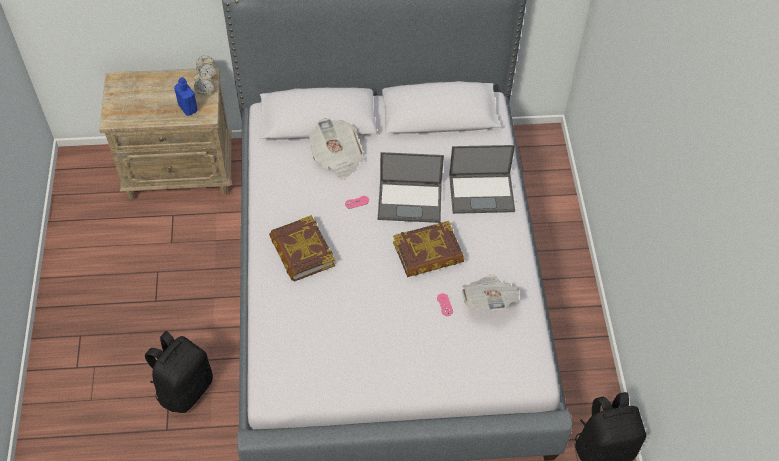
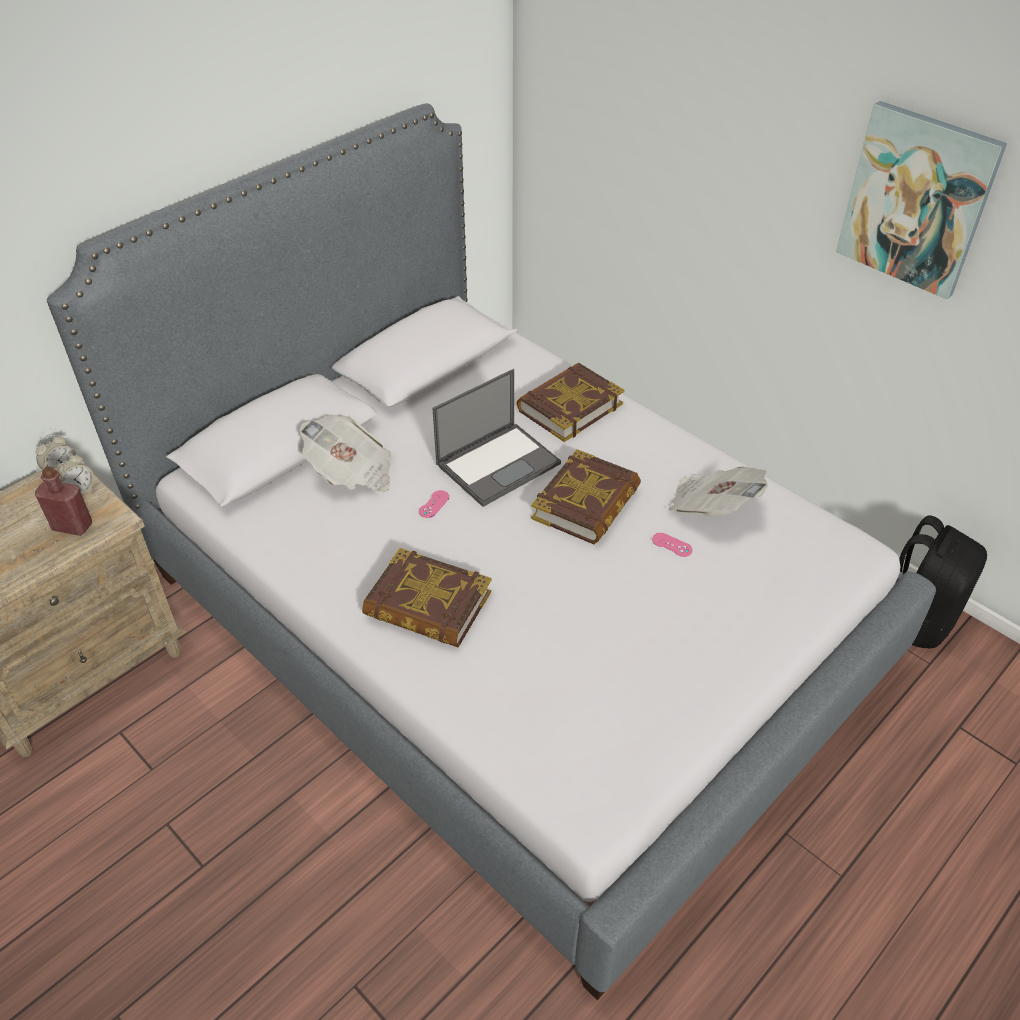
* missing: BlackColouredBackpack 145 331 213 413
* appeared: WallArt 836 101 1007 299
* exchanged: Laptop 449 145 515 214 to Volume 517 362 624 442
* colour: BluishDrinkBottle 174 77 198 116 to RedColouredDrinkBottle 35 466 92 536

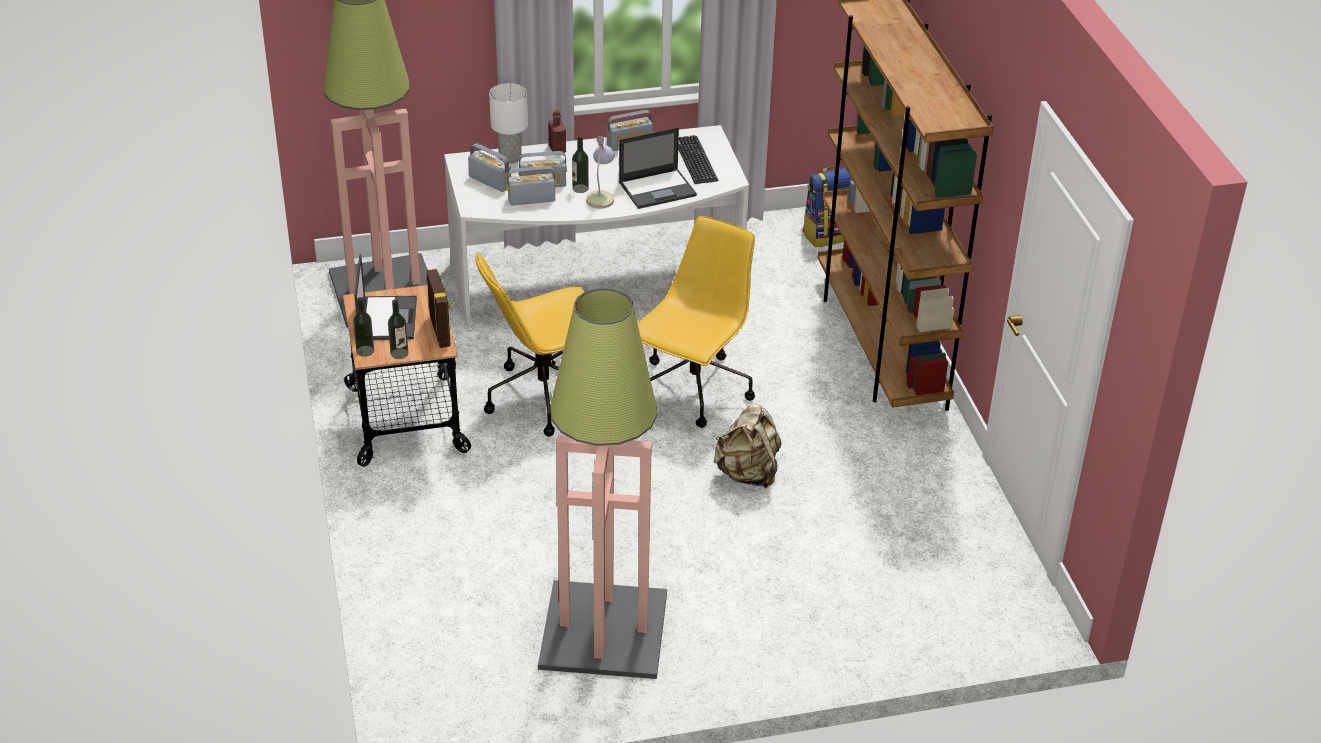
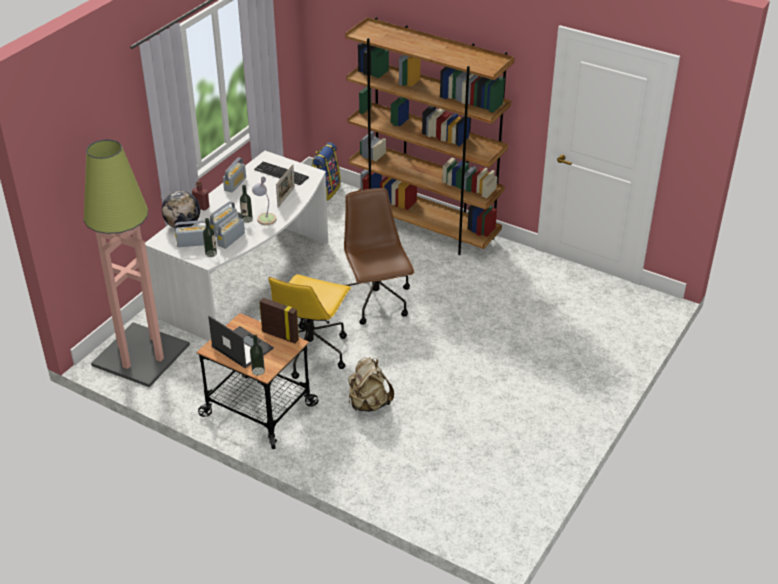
* missing: FloorLamp 538 288 667 679
* relocated: DrinkBottle 388 300 409 359 to 203 218 217 257
* relocated: BeigeBackpack 714 403 781 488 to 348 357 394 412
* exchanged: WhiteTabletopLamp 489 83 528 163 to Globe 162 191 200 228
* exchanged: Laptop 619 127 697 209 to PictureFrame 276 164 295 208
* colour: YellowishComputerChair 638 216 755 428 to BrownComputerChair 344 188 414 325

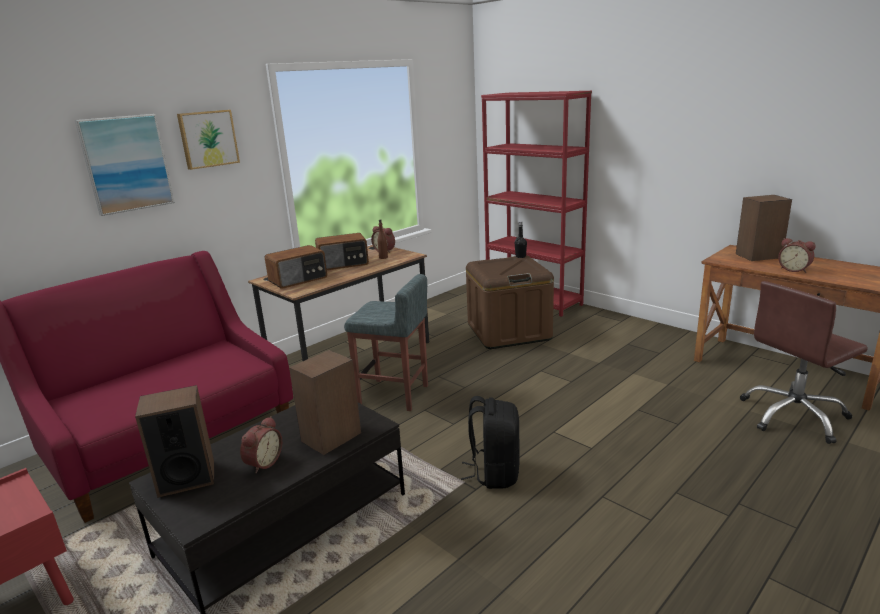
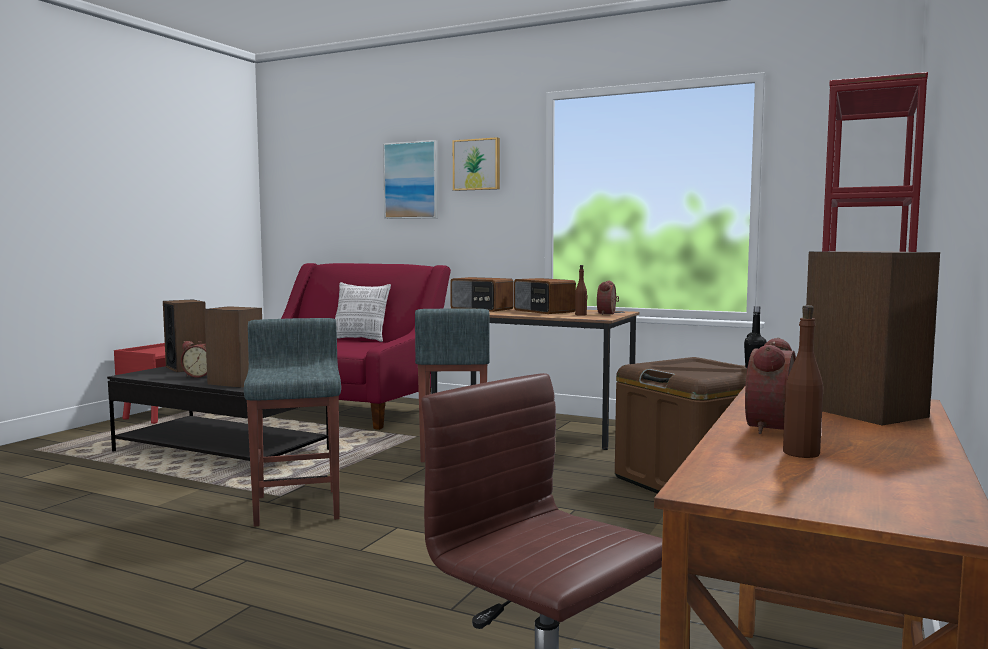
* appeared: ThrowPillow 335 282 391 342
* appeared: BrownDrinkBottle 783 305 823 458
* exchanged: BlackColouredBackpack 461 396 519 489 to GreySittingStool 244 318 341 527

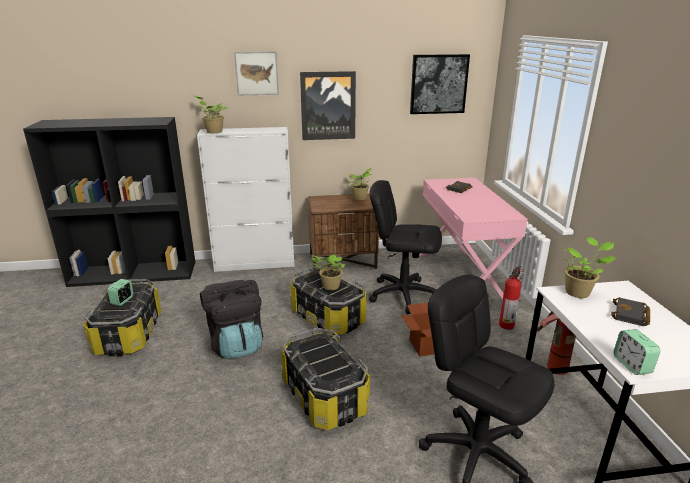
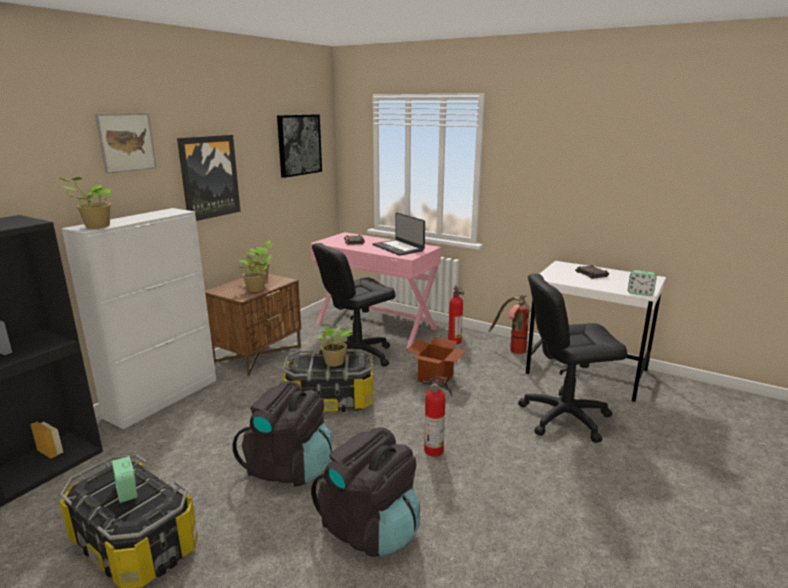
* appeared: BlackColouredBackpack 311 427 420 557
* appeared: Laptop 373 212 425 256
* relocated: Houseplant 563 237 616 298 to 236 248 271 292
* exchanged: StorageBox 281 328 370 430 to Extinguisher 423 376 452 457

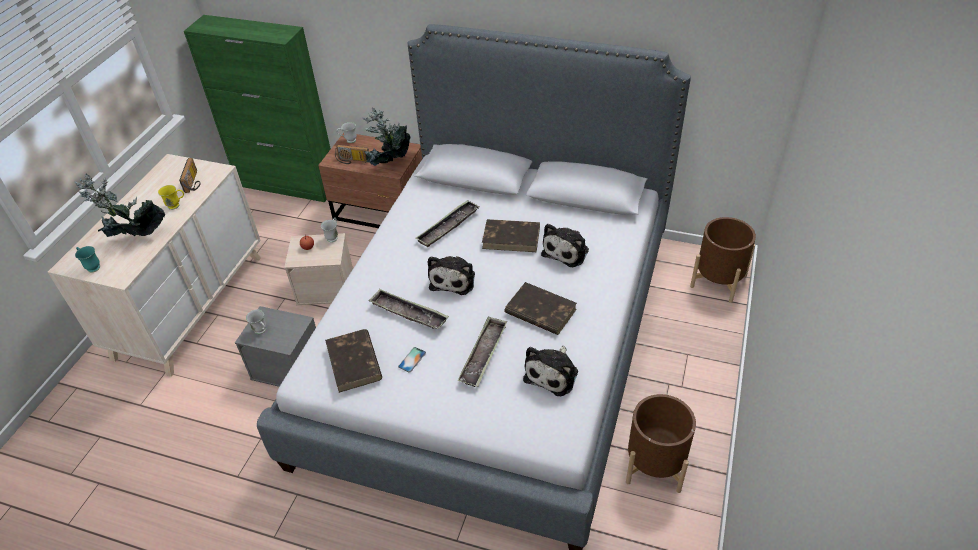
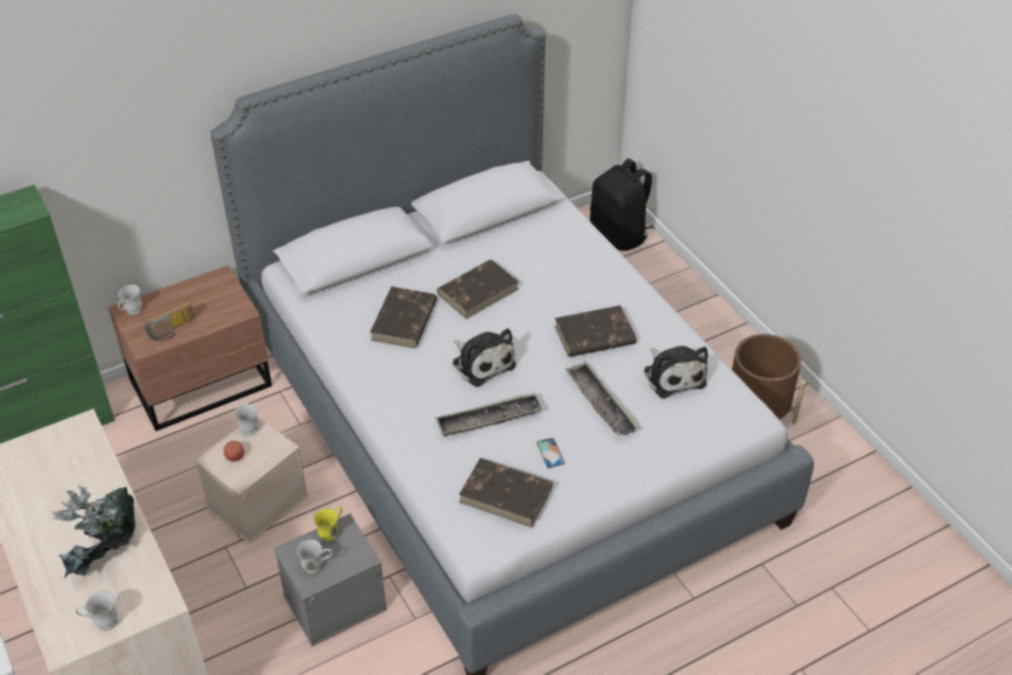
* missing: RadioSet 179 158 201 193
* missing: Houseplant 362 107 411 166
* missing: PlushToy 541 224 589 267
* relocated: YellowishMug 158 185 184 210 to 313 506 342 542
* exchanged: ServingTray 416 200 480 247 to BrownVolume 370 286 437 348
* exchanged: BrownFlowerPot 690 217 756 303 to BlackColouredBackpack 590 158 653 251
* colour: TurquoiseMug 75 246 100 273 to WhiteMug 75 591 118 630

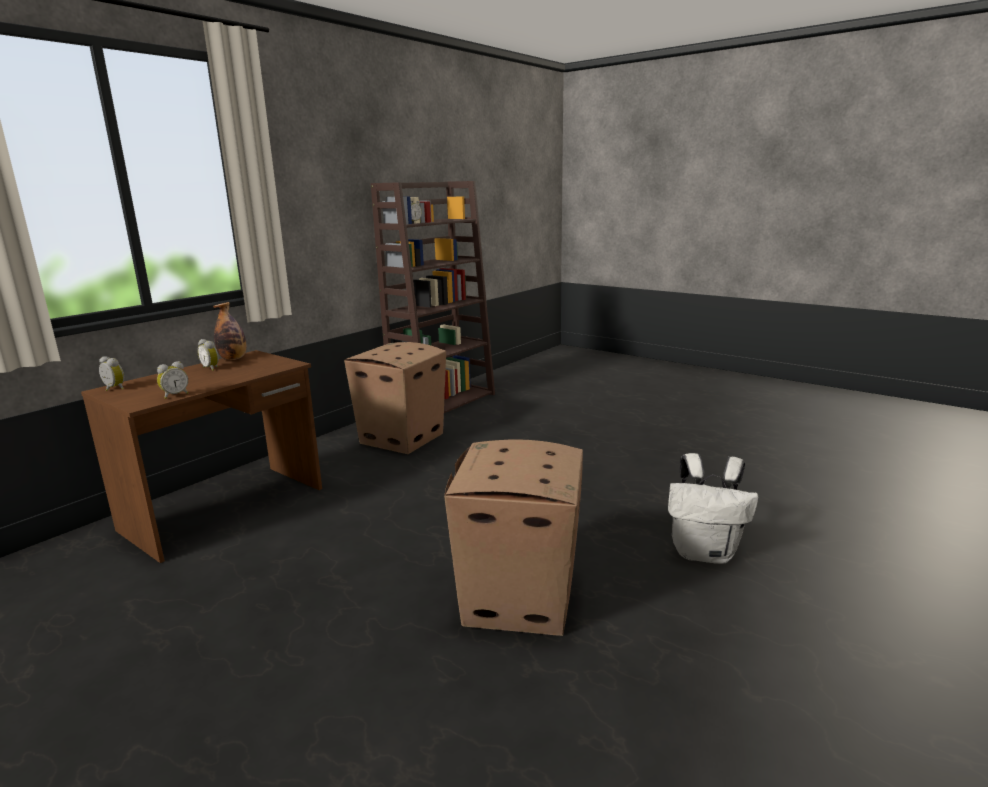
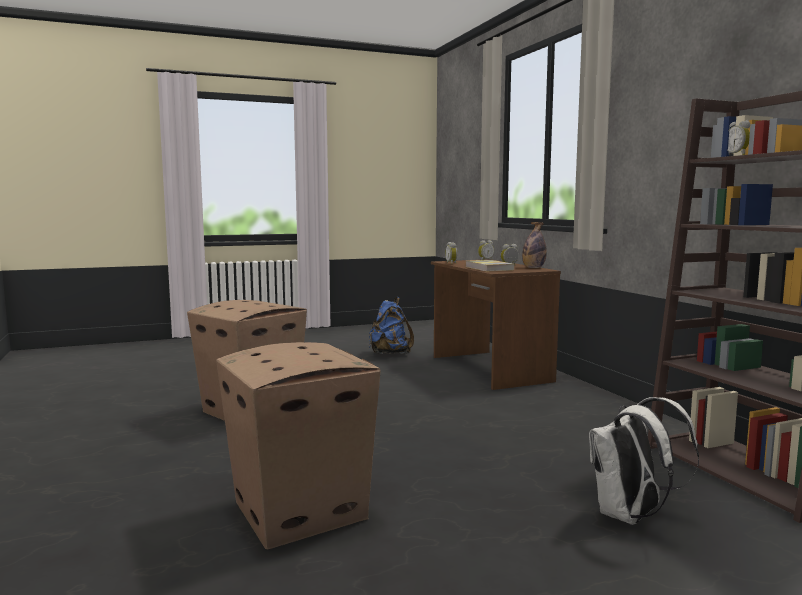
* appeared: BluishBackpack 369 297 414 354
* appeared: Volume 466 260 514 271
* relocated: PackingBox 344 342 446 454 to 216 342 380 549
* relocated: WhiteBackpack 668 453 759 564 to 589 397 699 525

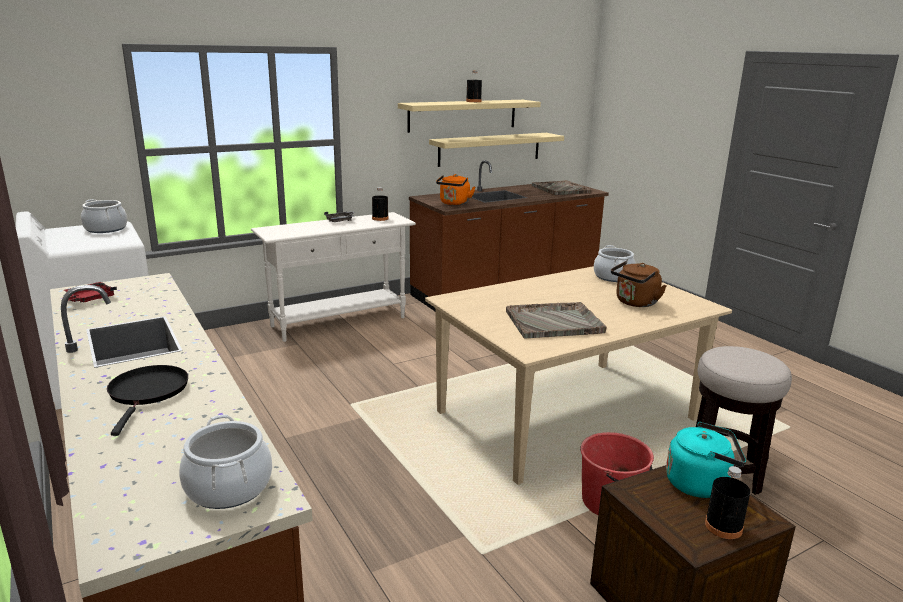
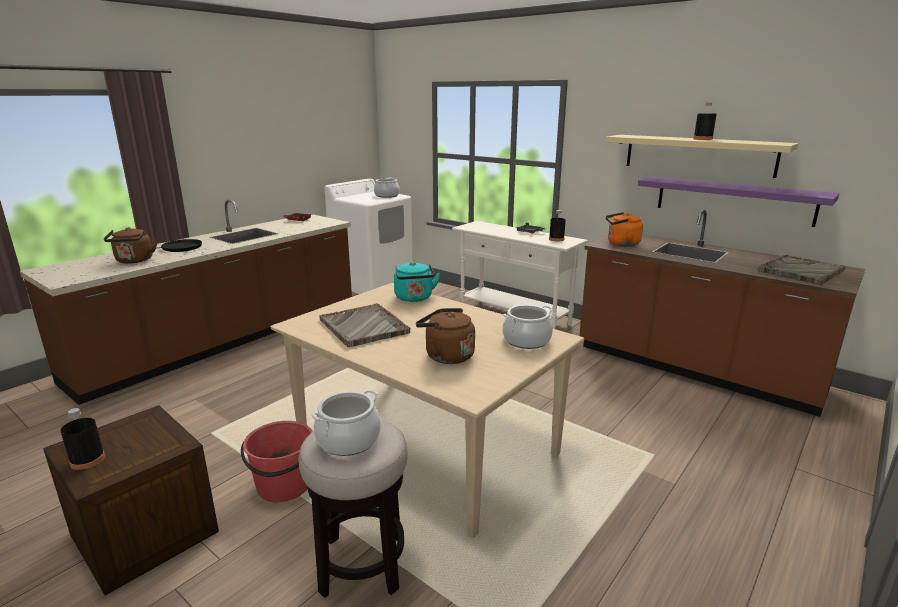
* appeared: BrownKettle 104 227 157 264
* relocated: Stockpot 179 415 272 509 to 311 390 381 456
* relocated: TurquoiseKettle 666 422 746 498 to 394 262 440 302
* colour: BeigeShelf 429 133 564 167 to PurplishShelf 638 176 839 227

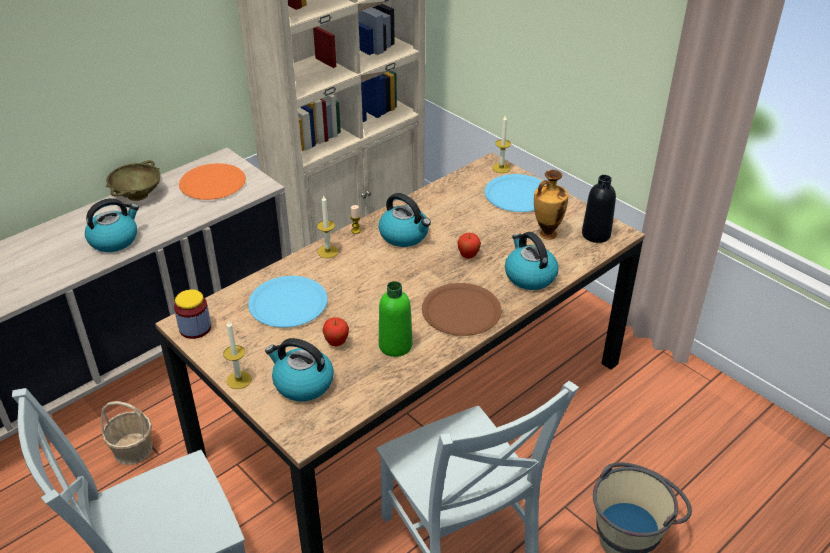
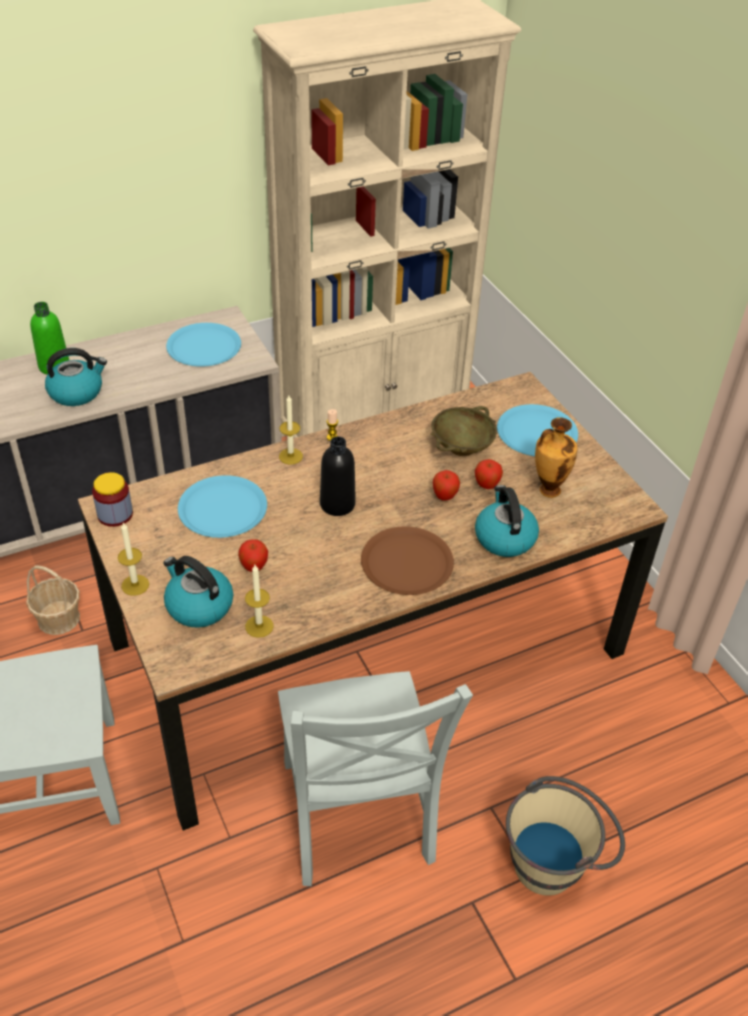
* missing: Kettle 379 193 431 247
* appeared: WholeApple 475 459 503 489
* relocated: BeigeDeepDish 106 160 160 201 to 431 406 497 456
* relocated: GreenishDrinkBottle 379 281 412 357 to 30 302 69 374
* relocated: WaxLight 492 116 511 173 to 245 565 274 638
* relocated: BlackColouredDrinkBottle 582 175 616 243 to 320 437 356 516
* colour: OrangeColouredPlate 179 163 246 200 to BluishPlate 166 323 241 367

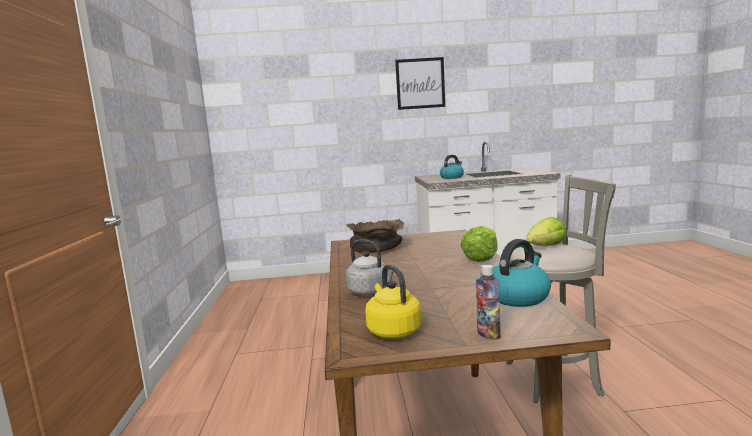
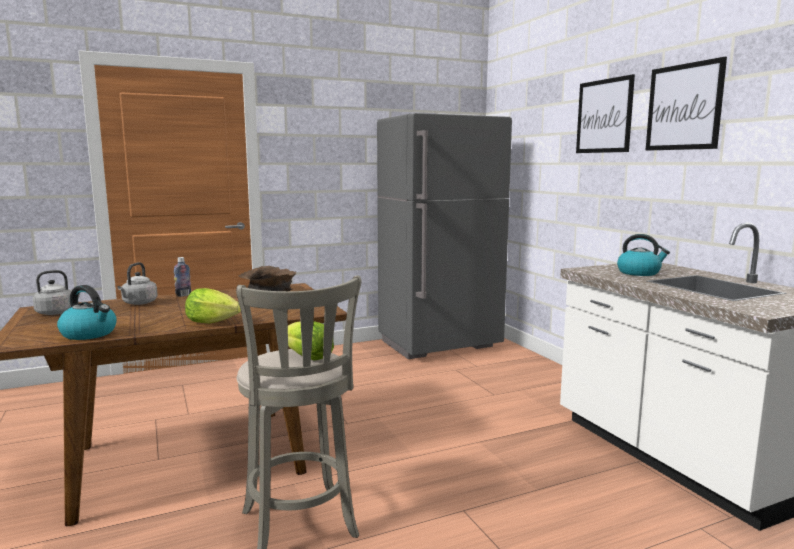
* appeared: GreyRefrigerator 377 113 512 359
* appeared: WallArt 576 74 635 153
* relocated: DrinkBottle 476 265 500 340 to 174 257 191 297
* colour: YellowishKettle 365 264 421 339 to GreyKettle 33 270 80 315

